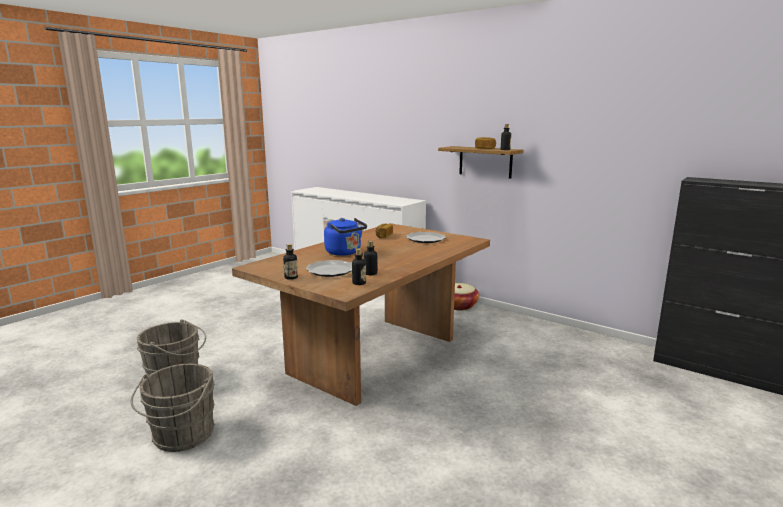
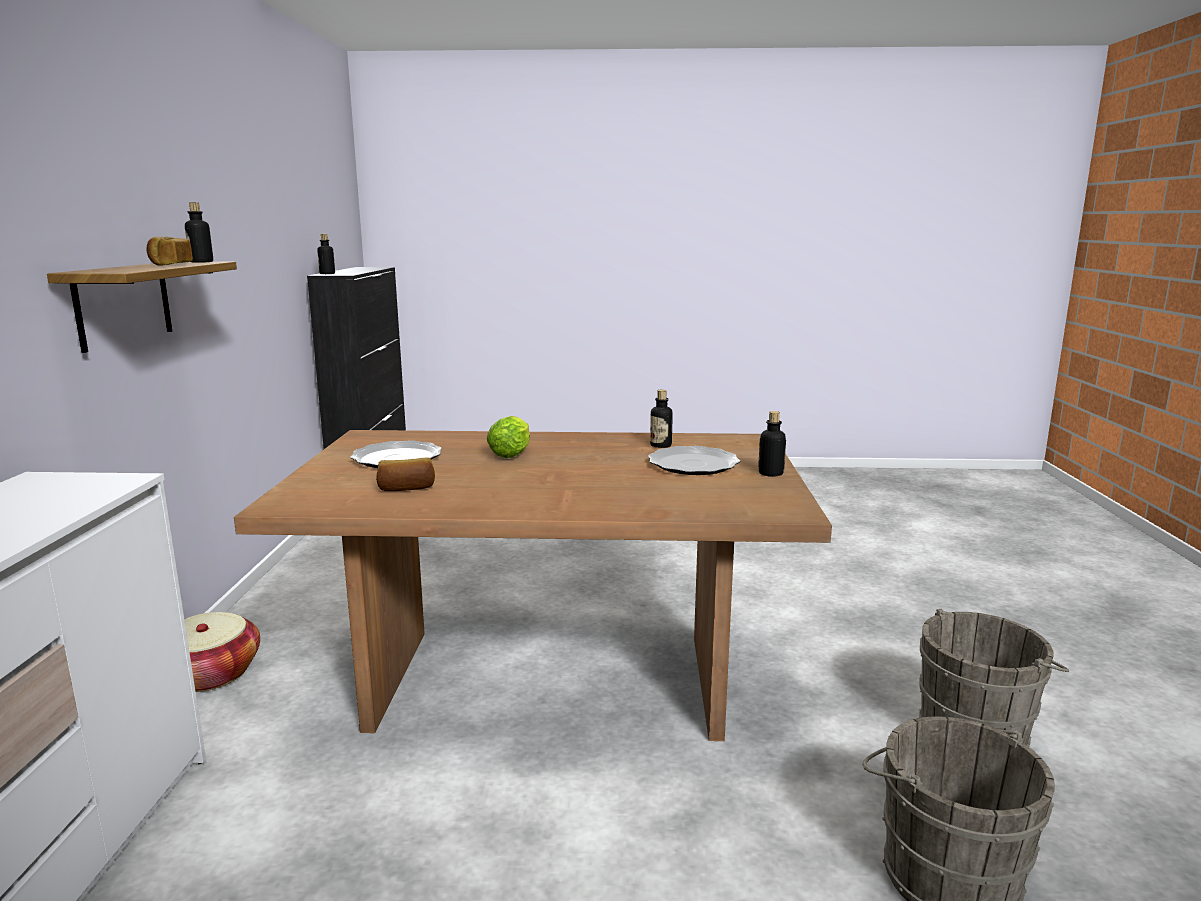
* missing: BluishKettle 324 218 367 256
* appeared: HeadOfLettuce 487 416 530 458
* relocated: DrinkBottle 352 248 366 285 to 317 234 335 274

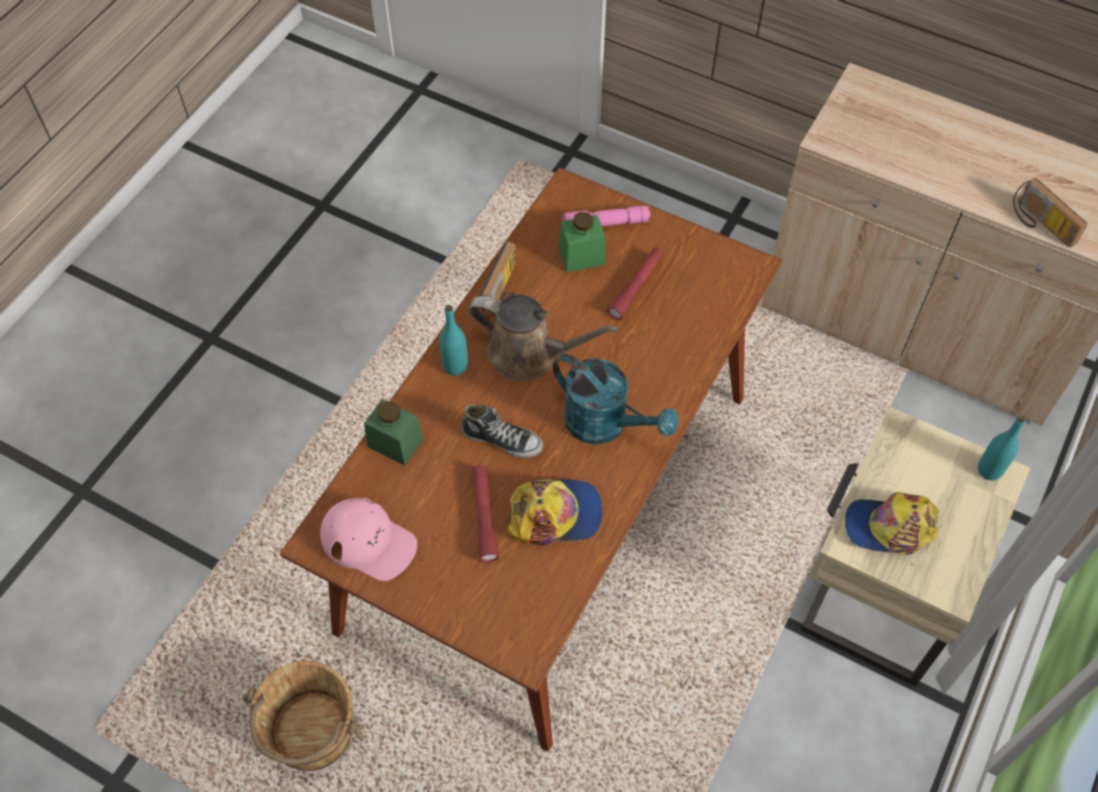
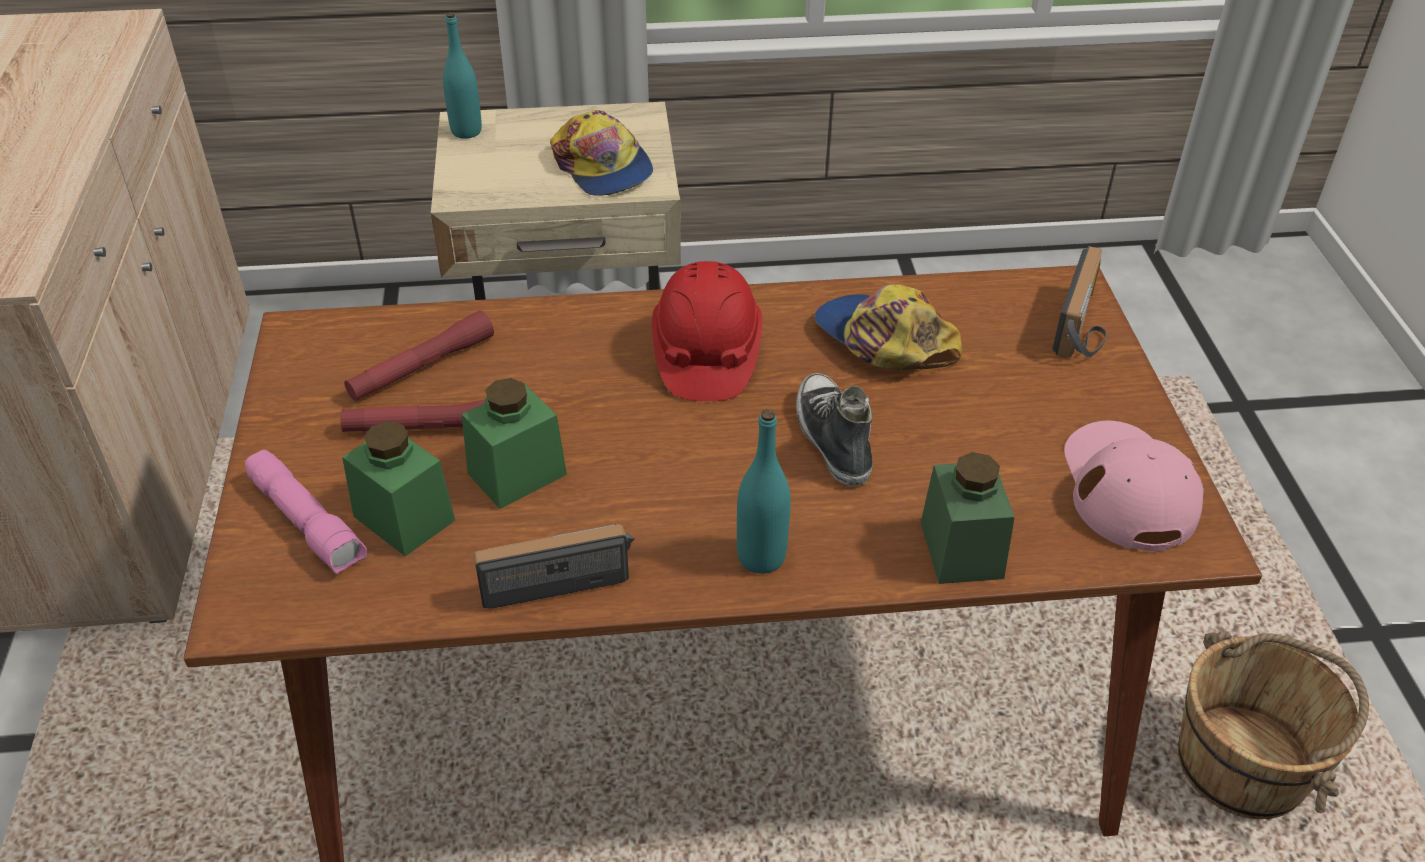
* missing: BrownWateringPot 468 295 619 381
* appeared: GreenishStorageJar 462 378 567 509
* relocated: RedColouredHandTorch 473 465 499 563 to 344 310 494 401
* relocated: RadioSet 1013 178 1087 248 to 1052 246 1106 358
* exchanged: TurquoiseWateringPot 553 354 679 445 to RedColouredHardHat 652 261 762 401

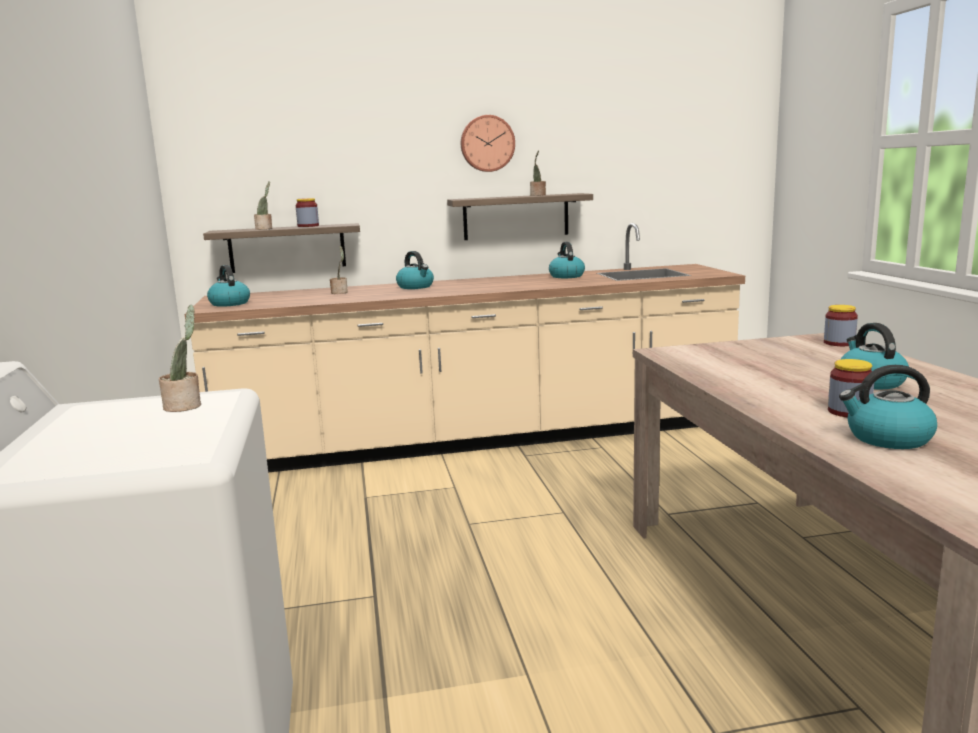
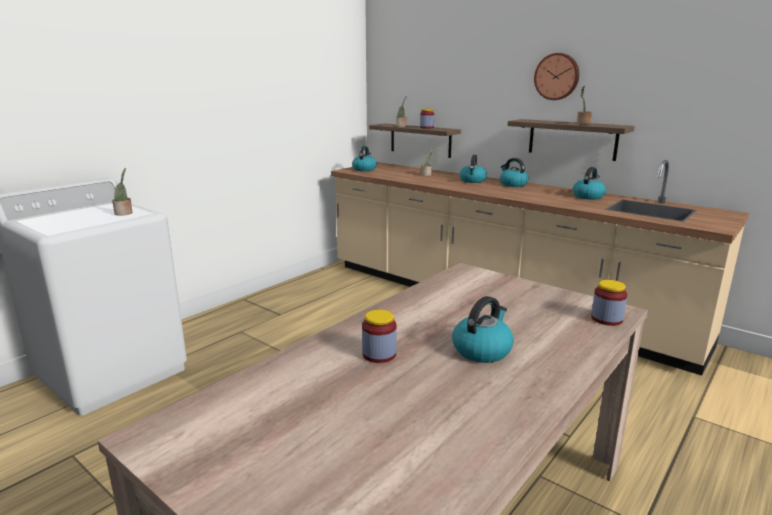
* relocated: Kettle 839 365 937 449 to 500 158 529 187

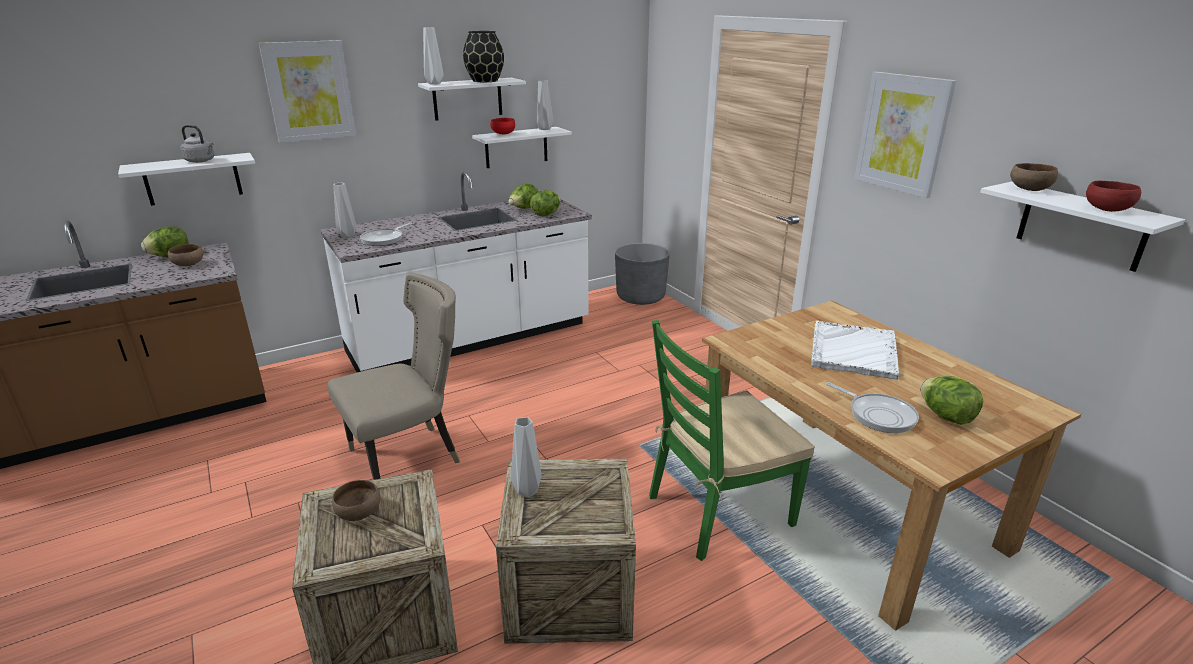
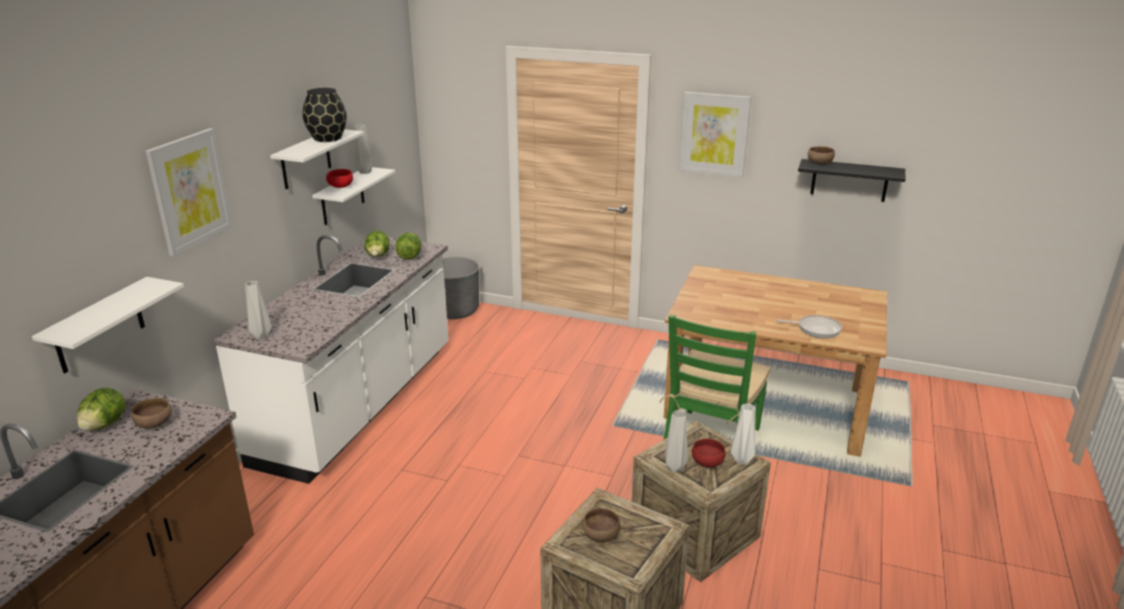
* missing: GreyKettle 180 125 215 163
* missing: BeigeUprightChair 327 273 460 480
* missing: Pan 360 223 413 246
* missing: WhiteServingTray 811 321 900 380
* missing: HeadOfLettuce 920 376 983 425
* relocated: WhiteVase 423 27 444 85 to 731 403 755 465
* relocated: RedColouredDeepDish 1086 181 1141 212 to 692 439 726 468
* colour: WhiteShelf 980 181 1185 272 to BlackColouredShelf 798 159 906 202

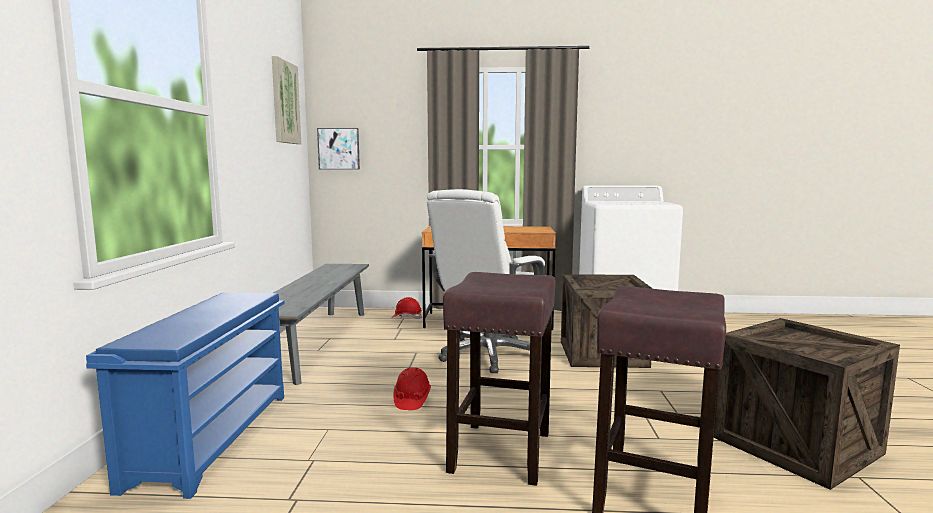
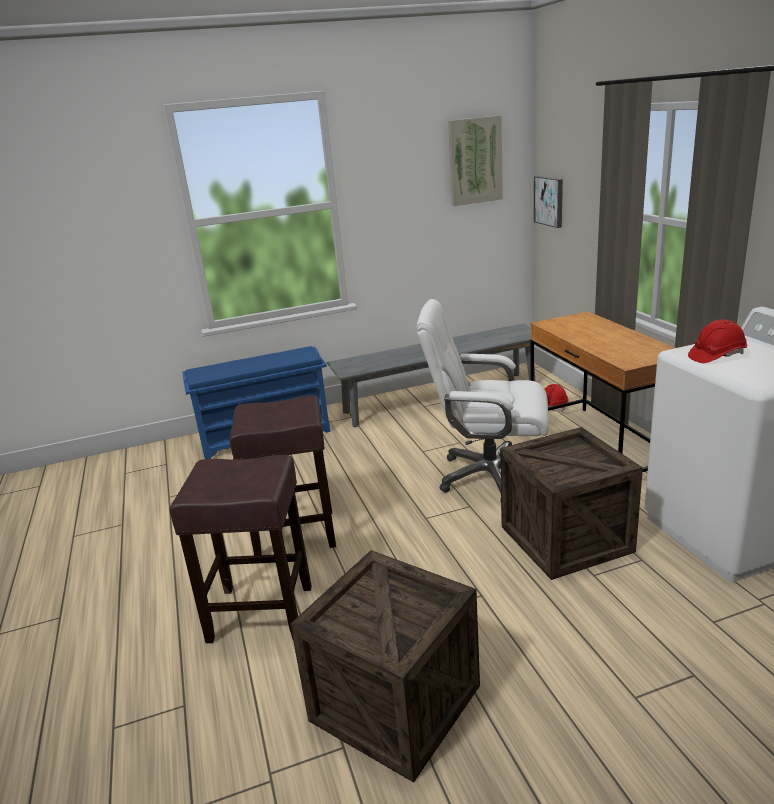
* relocated: RedColouredHardHat 394 367 431 410 to 688 319 747 363

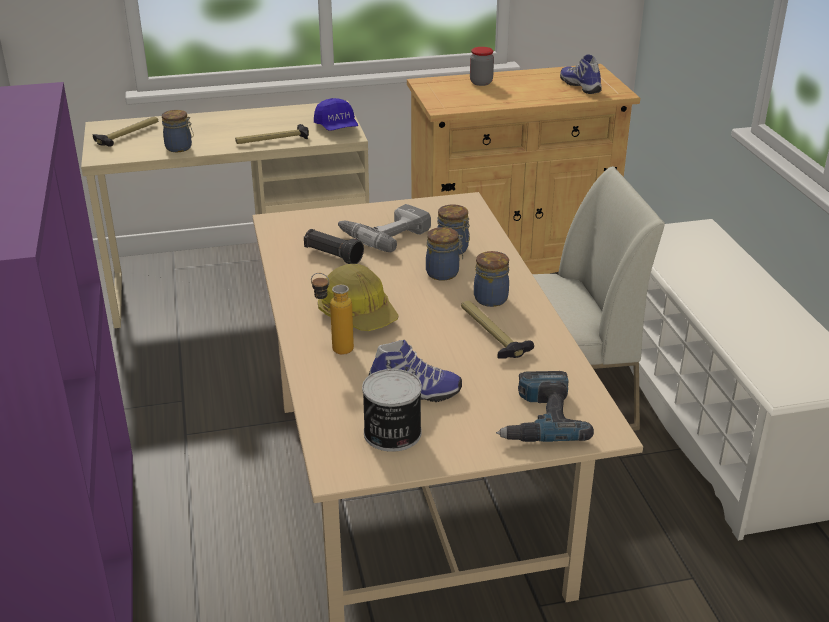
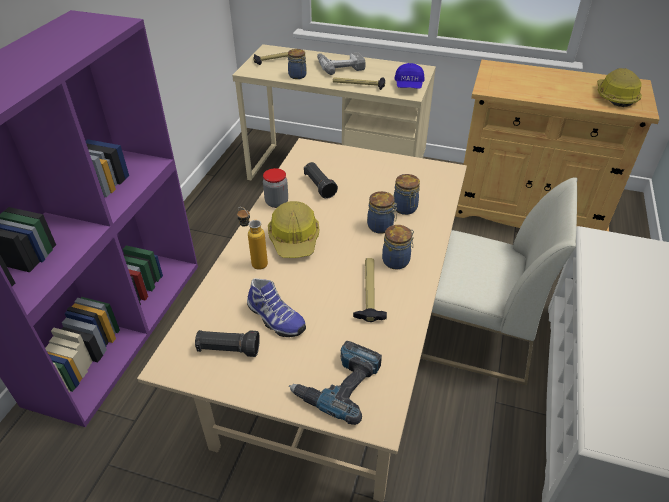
* relocated: ElectricDrill 338 204 431 252 to 317 52 366 75
* relocated: StorageJar 470 47 494 86 to 263 168 288 208
* exchanged: Can 362 369 422 452 to BlackColouredHandTorch 195 330 260 357
* exchanged: ItemOfFootwear 560 54 602 94 to HardHat 597 68 642 107

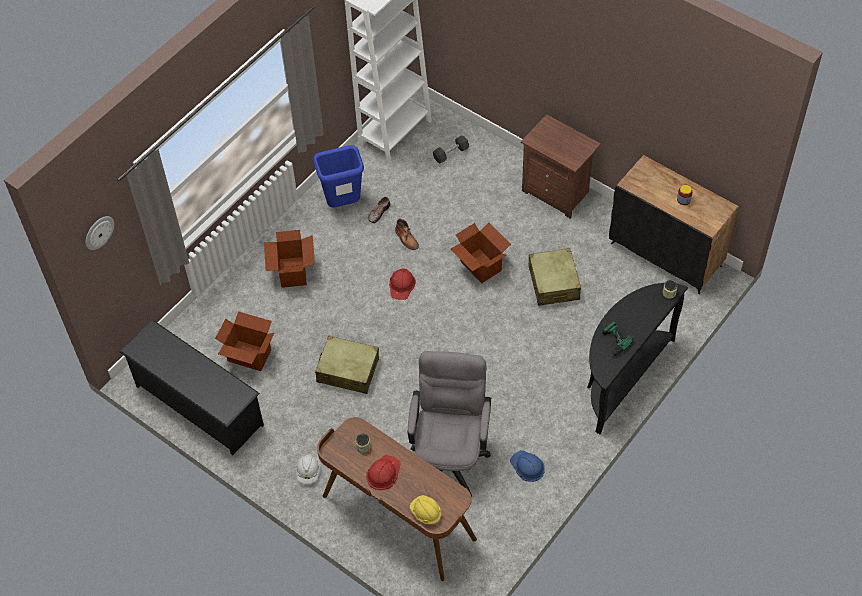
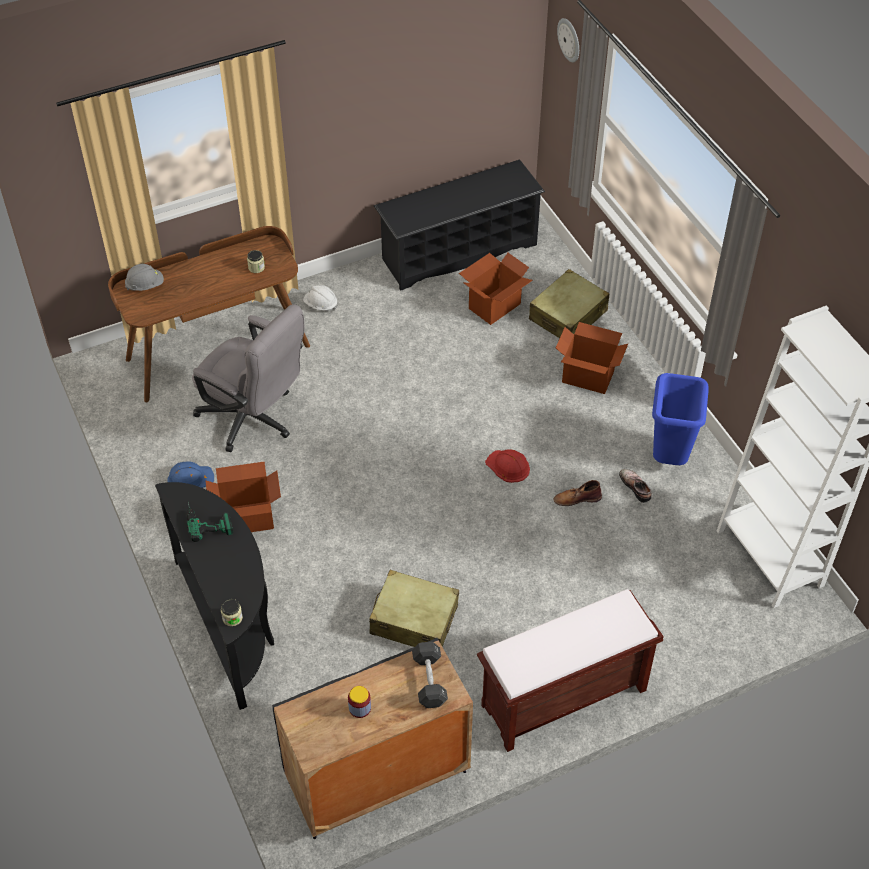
* missing: RedColouredHardHat 366 455 401 490
* relocated: BeigeSuitcase 315 336 379 394 to 529 269 609 338
* relocated: BlackColouredFreeWeight 433 135 469 164 to 412 642 448 708
* relocated: PackingBox 451 223 511 283 to 205 462 281 532
* exchanged: BrownNightstand 521 114 601 219 to BrownIndoorBench 477 589 664 752
* colour: YellowishHardHat 410 495 441 524 to GreyHardHat 125 264 164 291

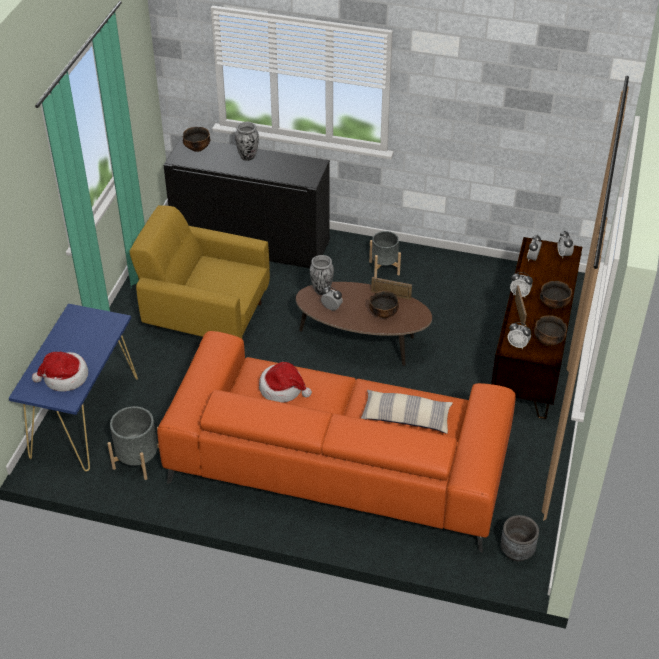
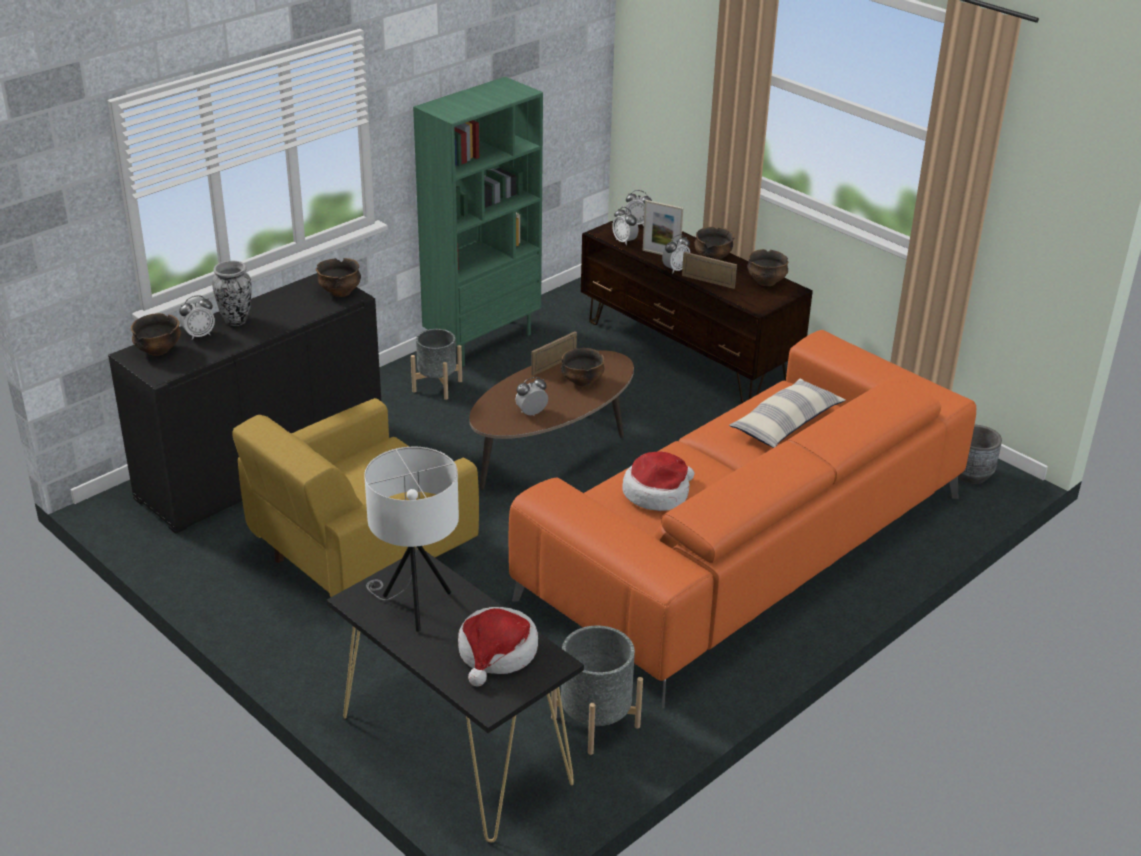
* missing: Vase 310 255 334 295
* appeared: DeepDish 316 258 361 297
* appeared: WhiteTabletopLamp 364 447 459 632
* appeared: GreenishShelvingUnit 413 77 543 366
* appeared: PictureFrame 643 200 683 255
* relocated: BedsideClock 508 322 531 349 to 179 295 215 340
* colour: BluishConsoleTable 9 304 138 471 to BlackColouredConsoleTable 327 549 584 842

